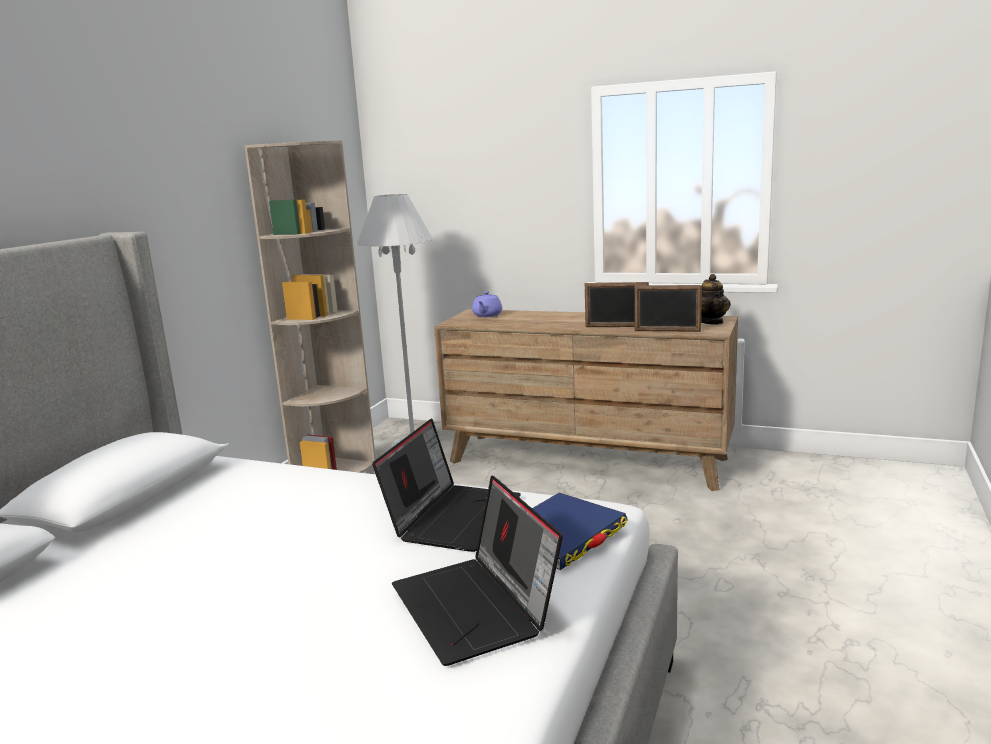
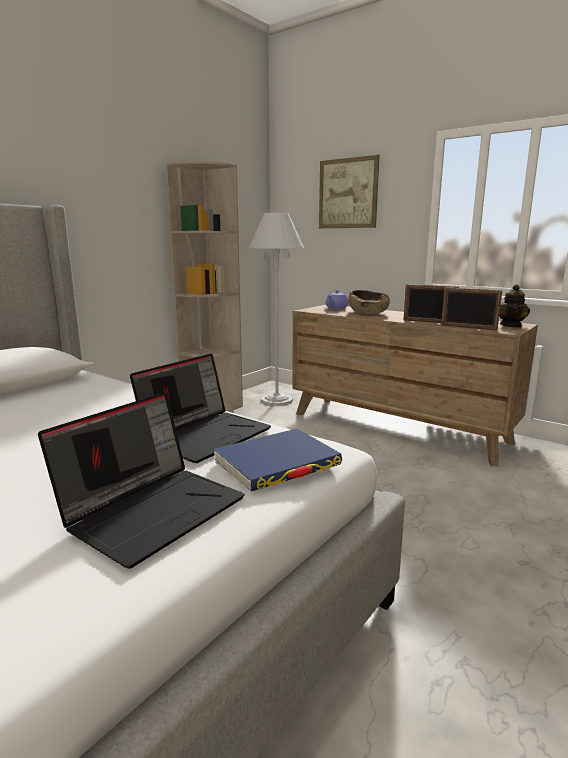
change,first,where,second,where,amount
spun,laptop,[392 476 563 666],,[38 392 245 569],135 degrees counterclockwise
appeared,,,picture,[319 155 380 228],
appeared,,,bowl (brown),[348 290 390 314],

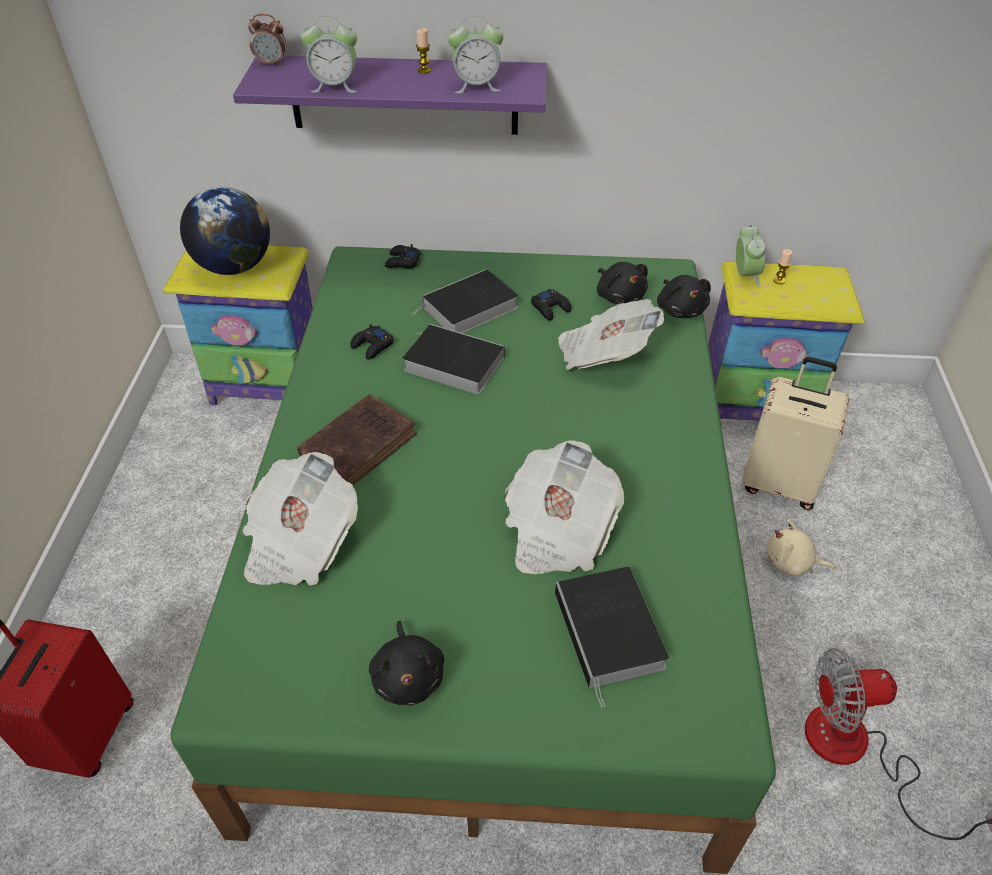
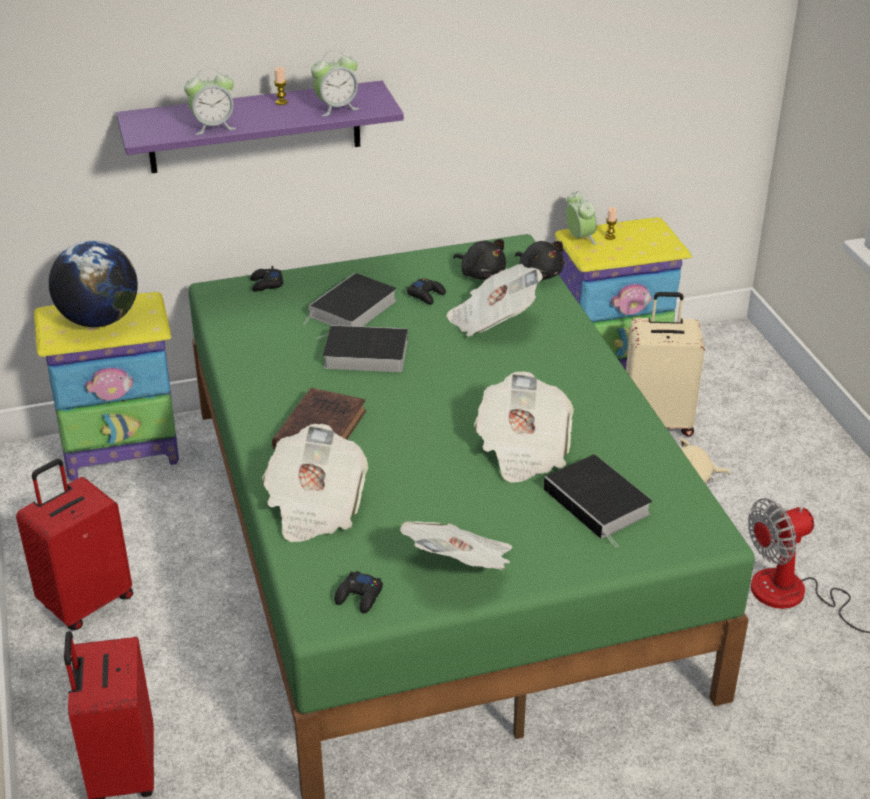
change,first,where,second,where,amount
appeared,,,suitcase (red),[16 459 133 630],
relocated,game controller (black),[350 324 394 360],,[334 571 383 613],
exchanged,plush toy (black),[369 621 444 706],newspaper,[400 521 512 570],
missing,alarm clock,[248 14 286 66],,,

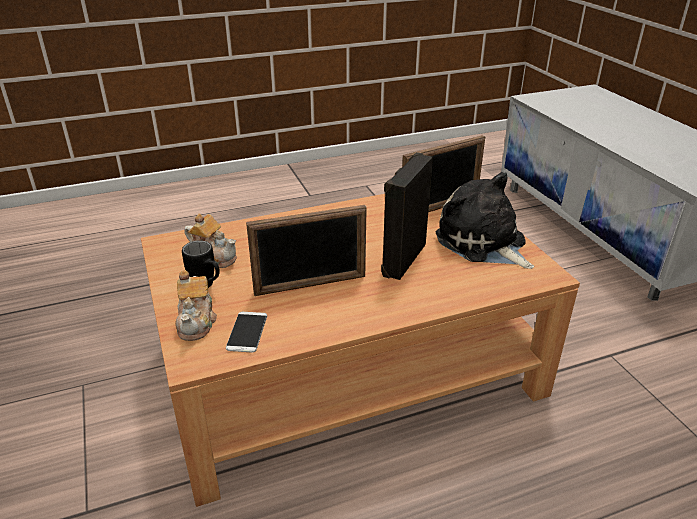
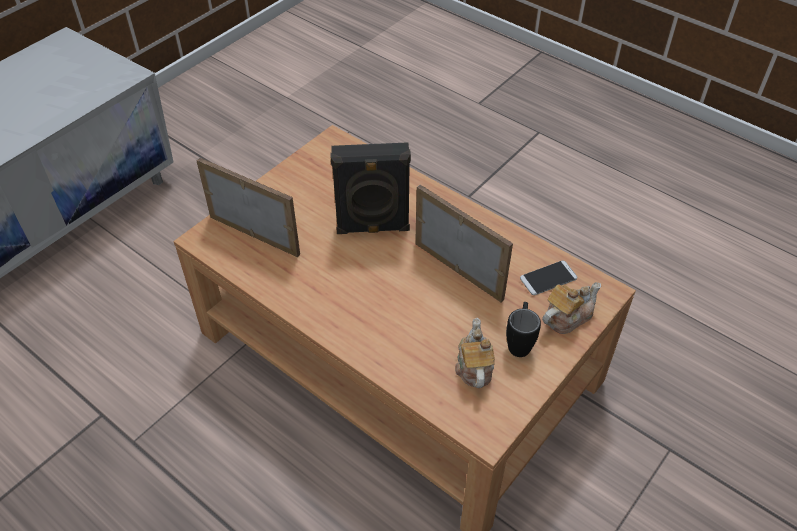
change,first,where,second,where,amount
missing,plush toy,[436 172 534 269],,,

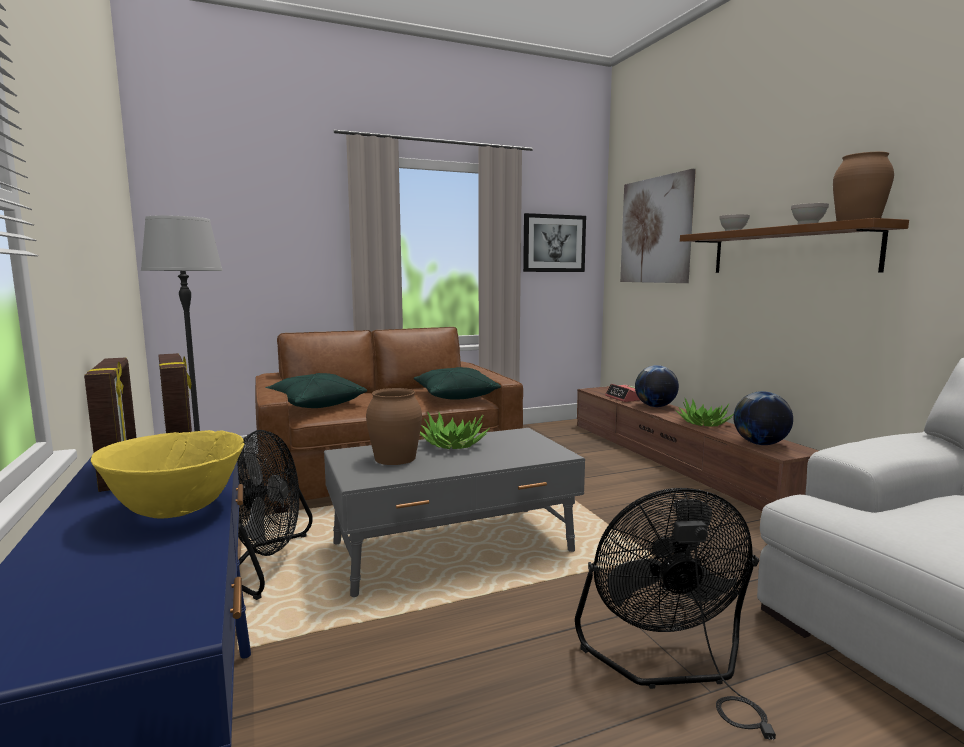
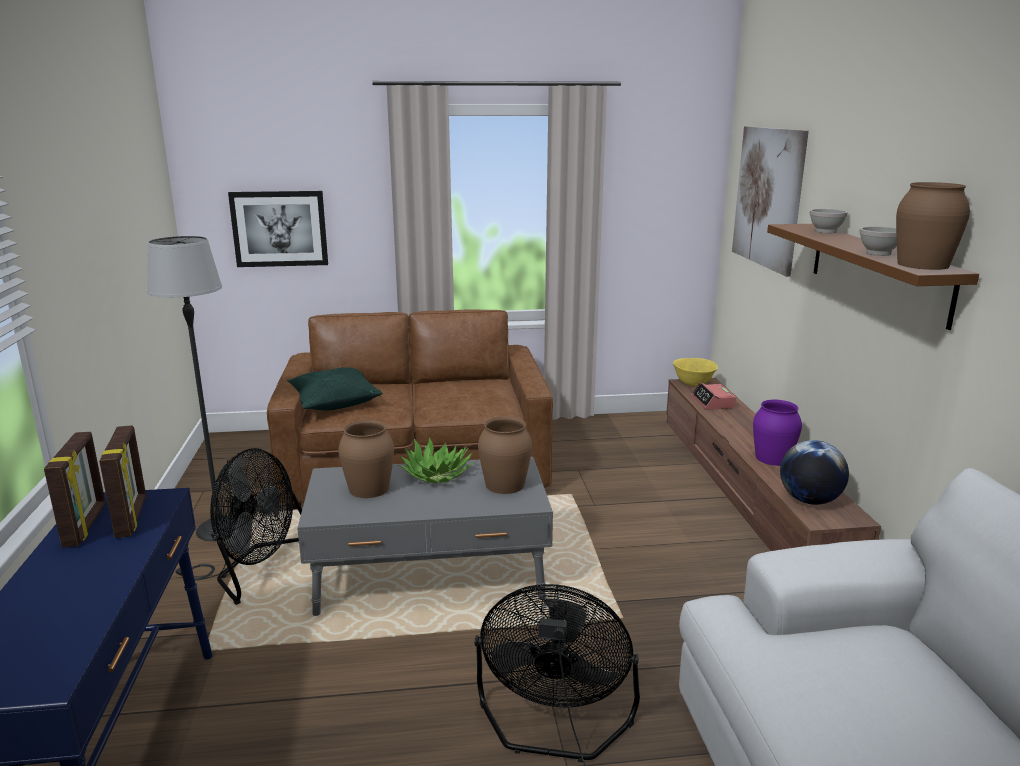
change,first,where,second,where,amount
relocated,picture,[523 213 586 272],,[228 191 328 267],
appeared,,,vase (brown),[478 416 532 494],
relocated,bowl (yellow),[91 430 245 519],,[673 358 718 387],
exchanged,potted plant,[676 399 734 427],vase (purple),[753 400 802 466],
missing,pillow (green),[414 367 501 400],,,
missing,globe,[635 365 679 407],,,

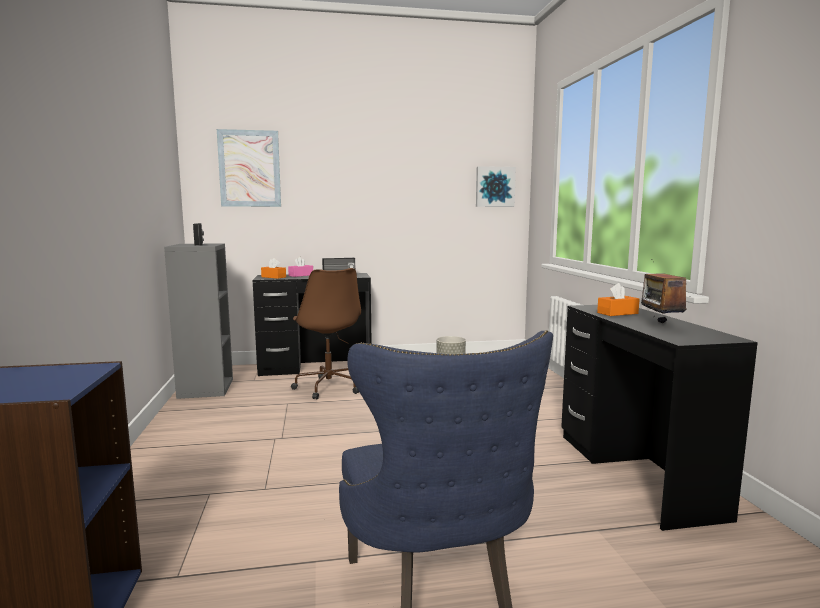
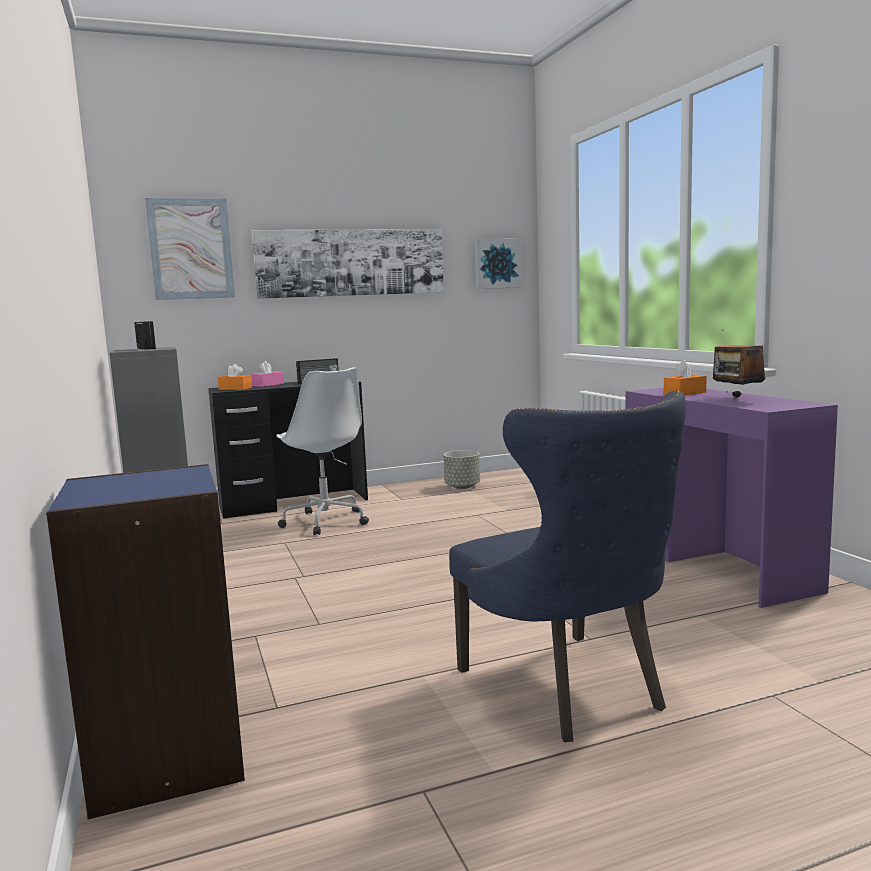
change,first,where,second,where,amount
appeared,,,picture,[252 229 444 299],
colour,office chair (brown),[291 268 361 399],office chair (white),[276 367 369 535],
colour,desk (black),[561 305 758 531],desk (purple),[625 388 838 608],

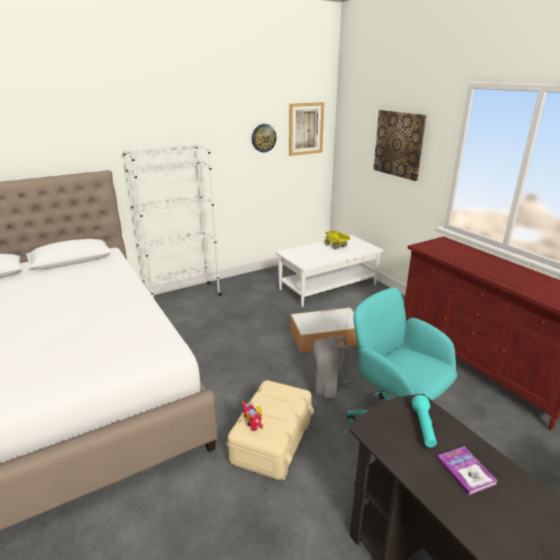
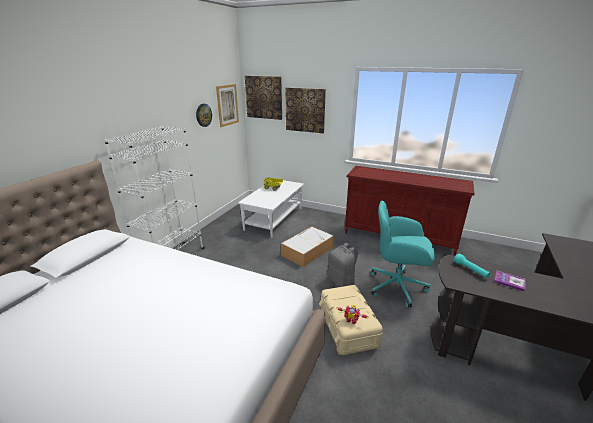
change,first,where,second,where,amount
appeared,,,picture,[245 76 282 120],

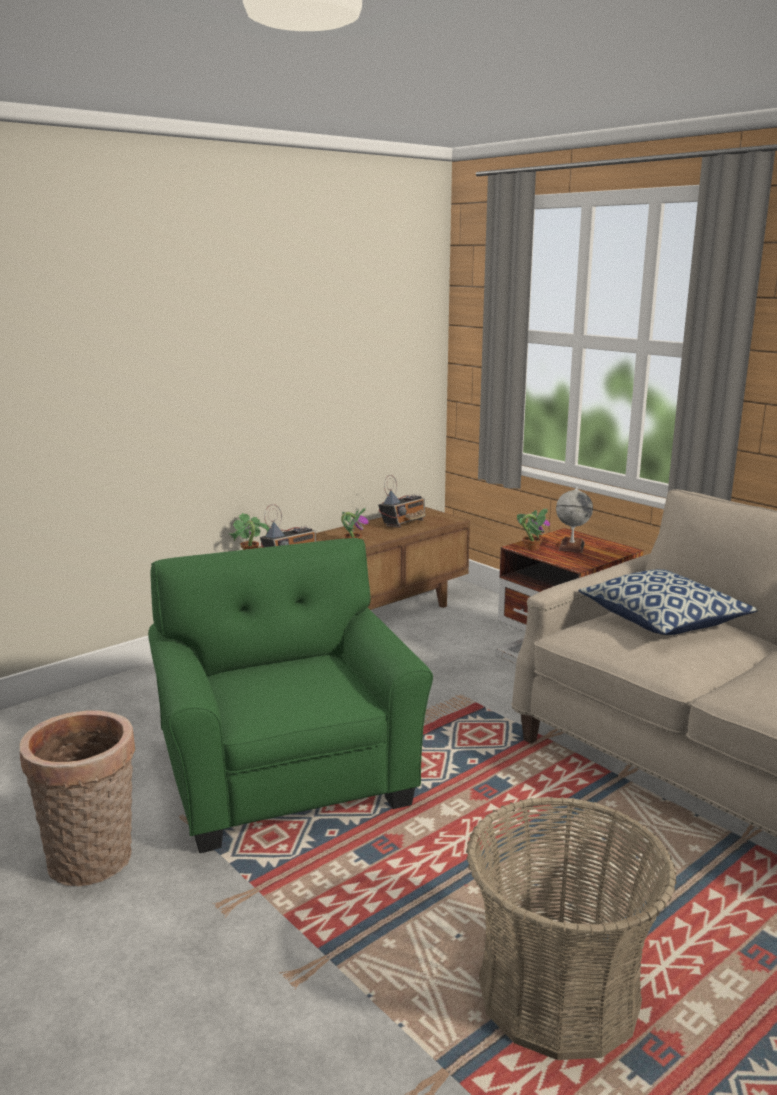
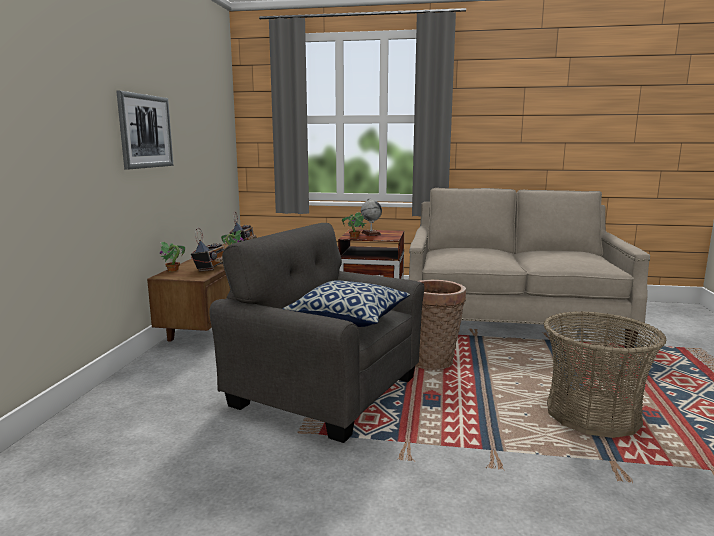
change,first,where,second,where,amount
appeared,,,picture,[116 91 174 169],
colour,armchair (green),[148 538 433 853],armchair (grey),[209 223 425 443],
relocated,pillow,[579 569 758 635],,[283 280 410 327],
relocated,basket,[20 711 135 886],,[415 280 466 370],

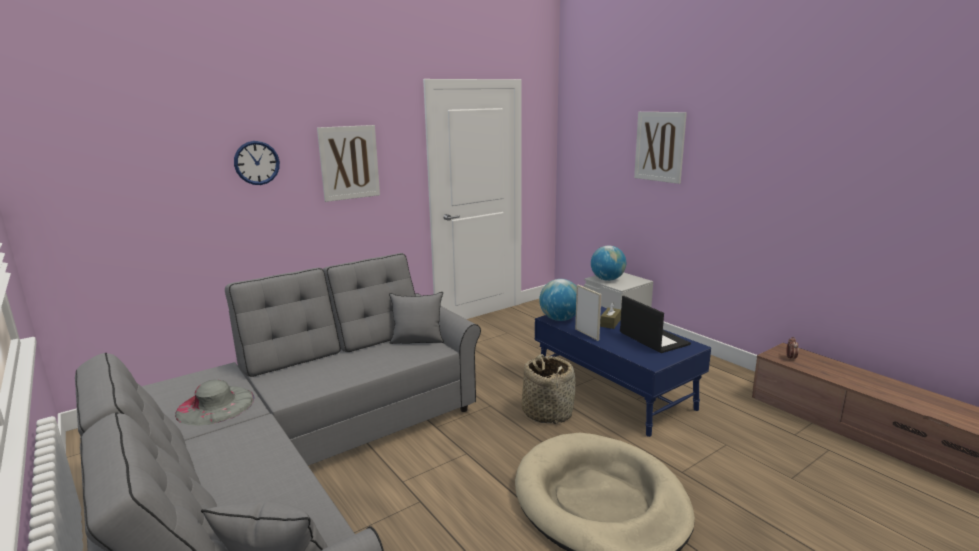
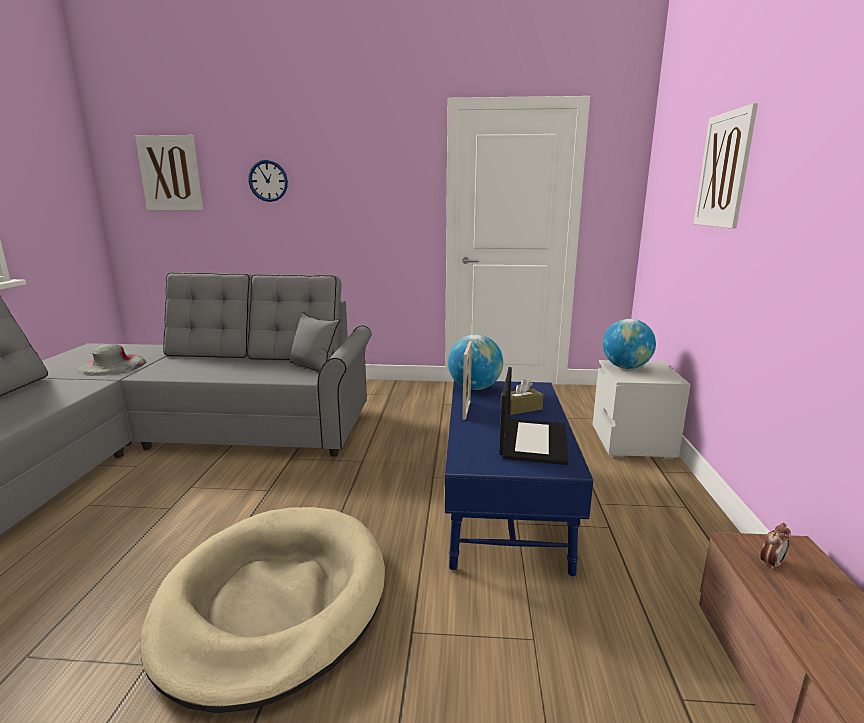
change,first,where,second,where,amount
relocated,picture,[317 125 380 202],,[135 135 203 210],
missing,basket,[522 354 575 424],,,

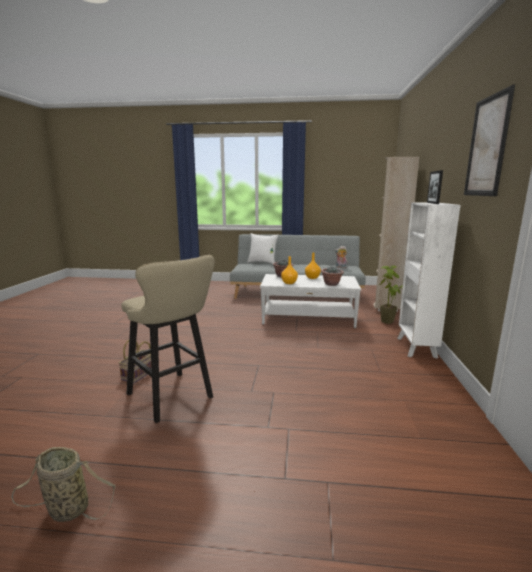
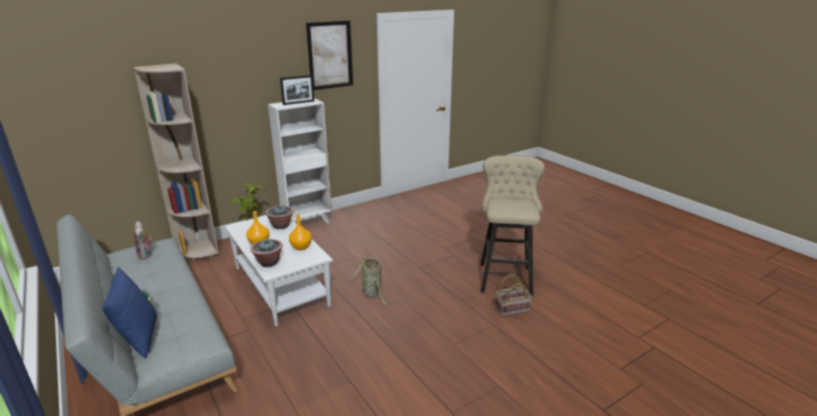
change,first,where,second,where,amount
colour,pillow (white),[247 233 278 264],pillow (blue),[103 267 157 358],
relocated,basket,[12 447 115 522],,[351 257 388 306],

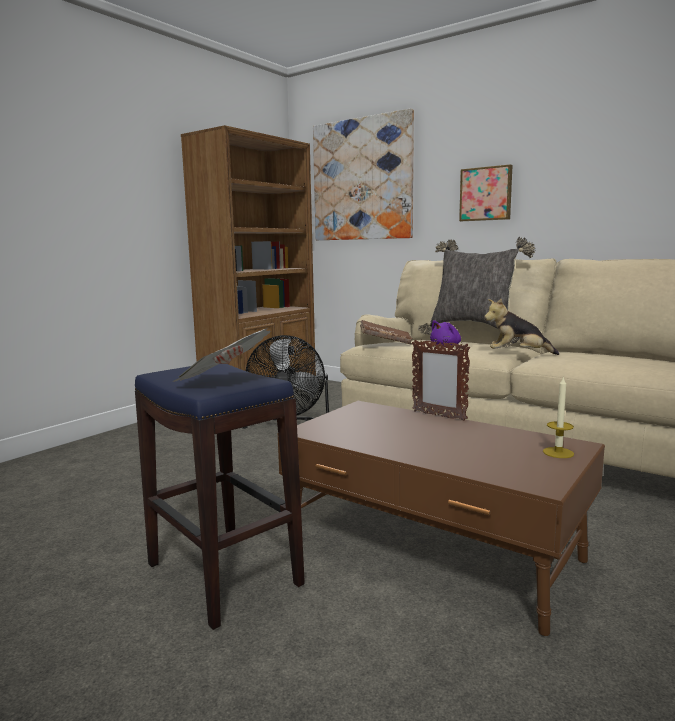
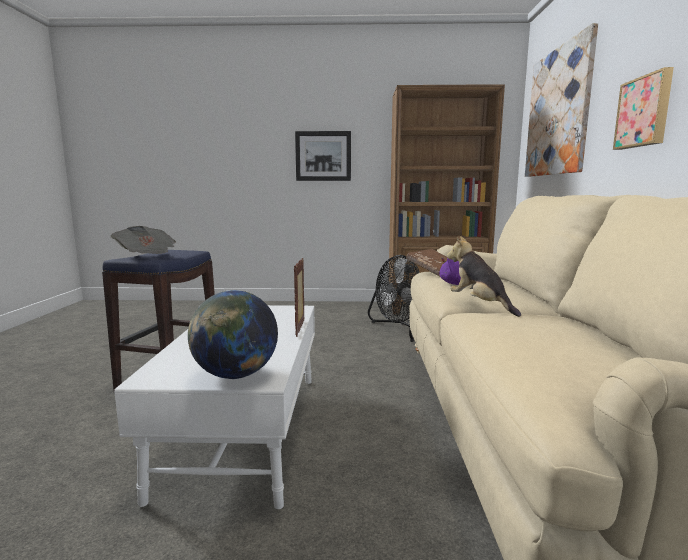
change,first,where,second,where,amount
colour,coffee table (brown),[277 401 605 636],coffee table (white),[114 305 315 509],
exchanged,candle,[543 376 574 458],globe,[188 290 278 379],
appeared,,,picture,[295 131 351 181],
missing,pillow,[418 237 536 347],,,

